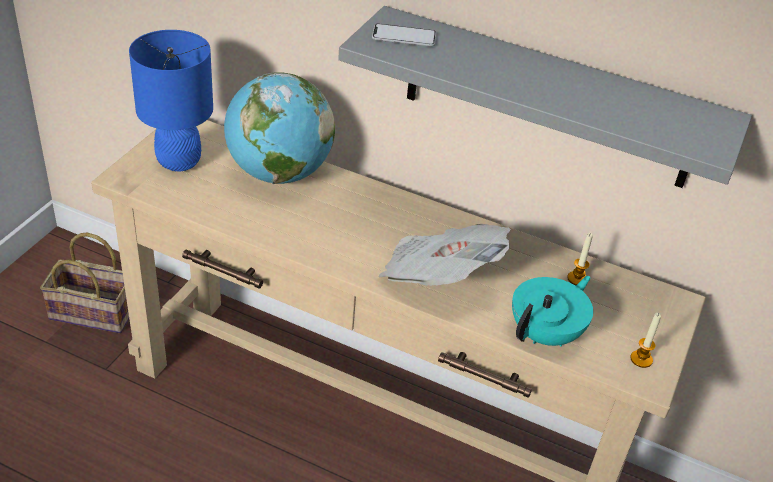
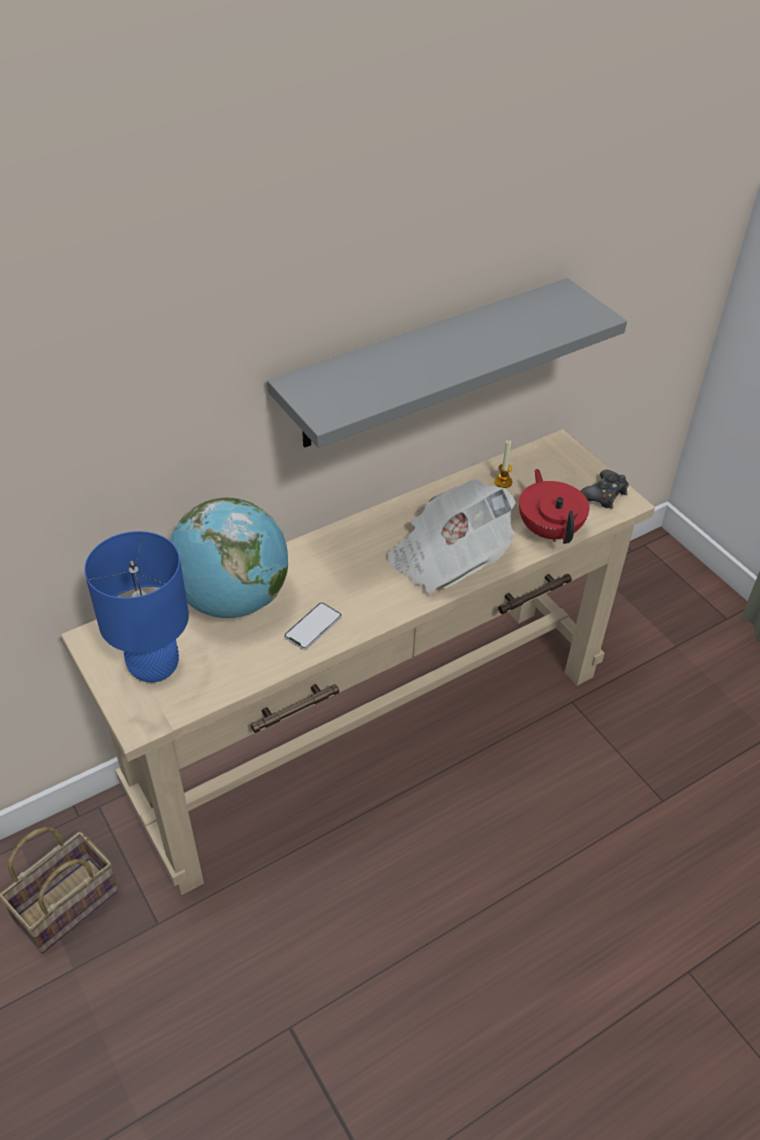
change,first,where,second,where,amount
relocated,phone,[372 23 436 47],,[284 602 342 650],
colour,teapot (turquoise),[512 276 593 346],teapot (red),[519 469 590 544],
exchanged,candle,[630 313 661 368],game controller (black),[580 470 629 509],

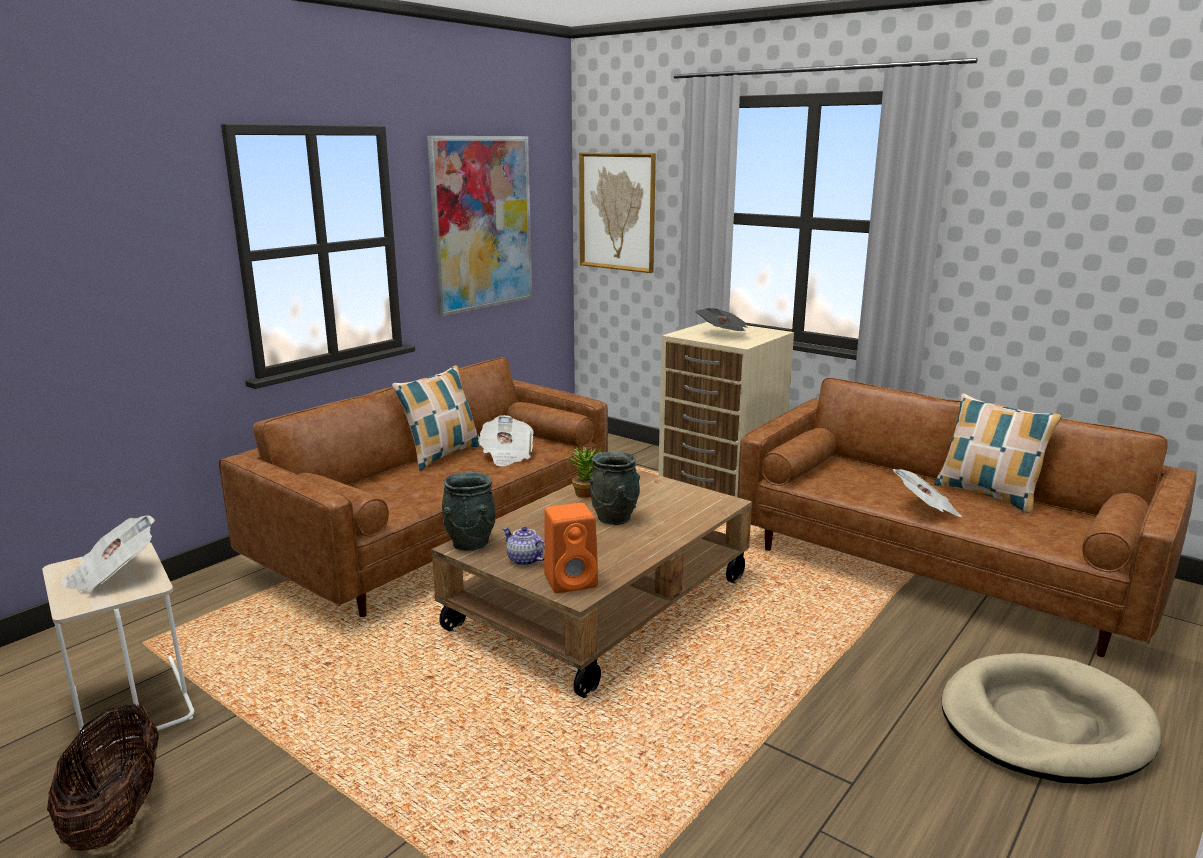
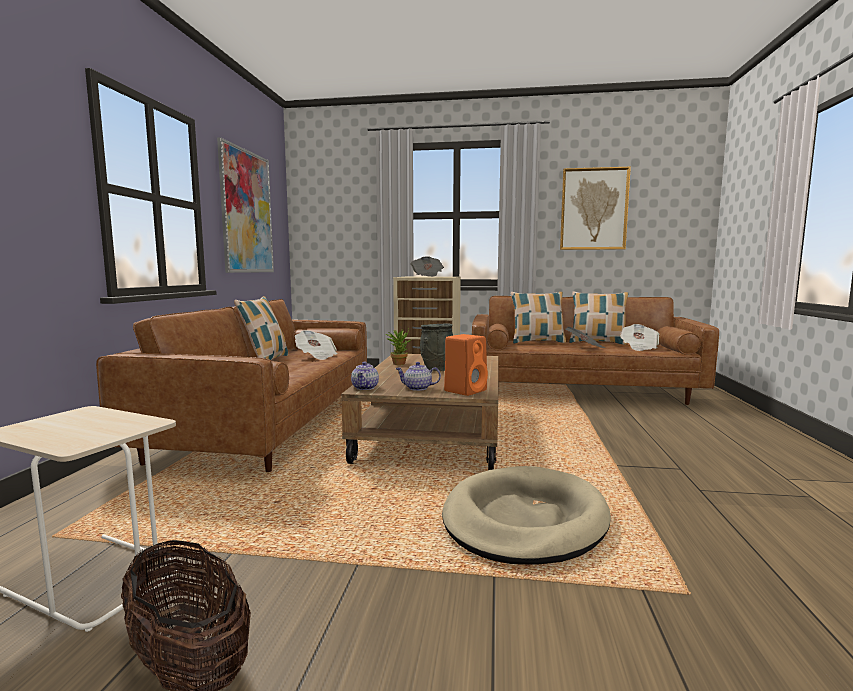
change,first,where,second,where,amount
exchanged,vase (grey),[442 472 496 551],teapot,[351 361 379 390],
relocated,dog bed (beige),[941 653 1161 784],,[442 466 611 565],
appeared,,,pillow,[511 292 566 344],
relocated,picture,[579 153 656 273],,[560 167 631 250],
relocated,newspaper,[61 515 155 592],,[620 324 659 351],

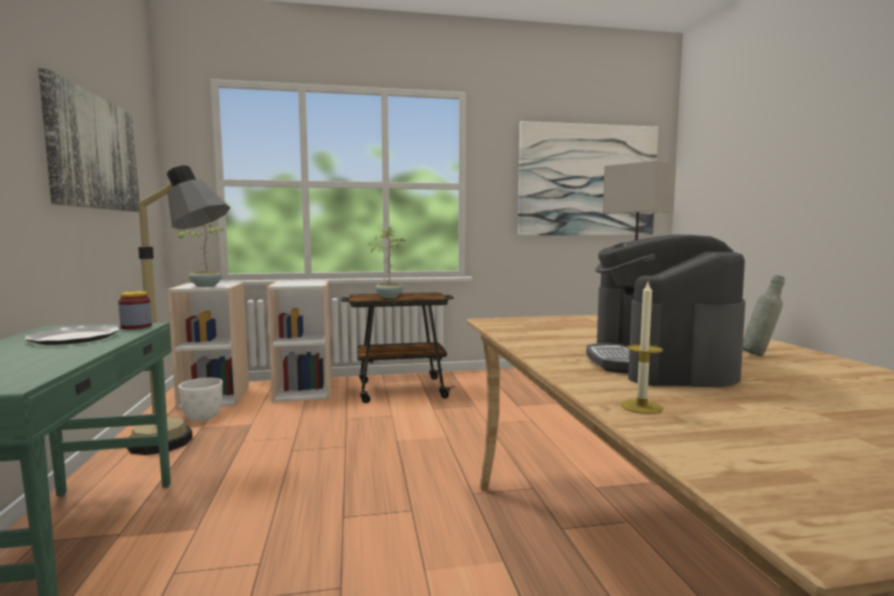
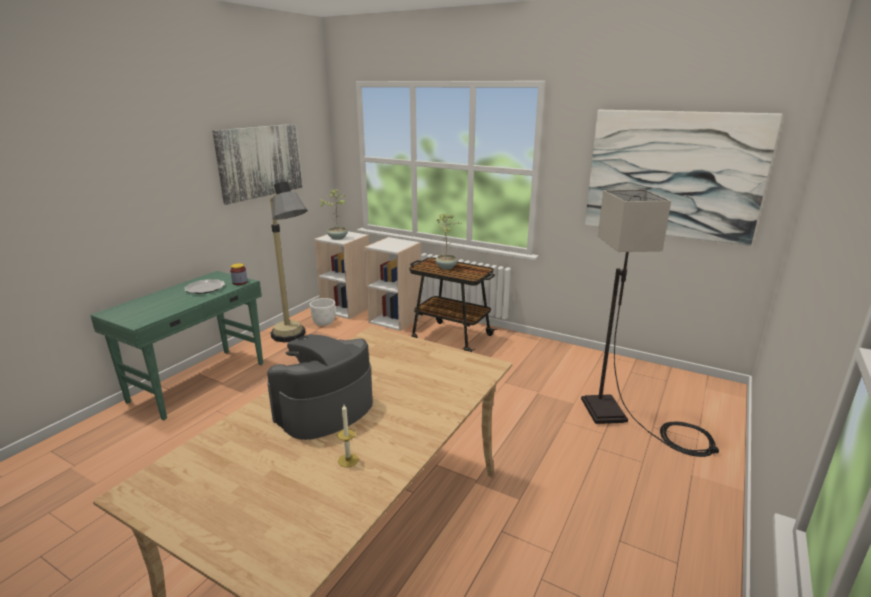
change,first,where,second,where,amount
relocated,candle,[621 282 663 414],,[337 405 359 467],
missing,bottle (grey),[743 275 785 356],,,

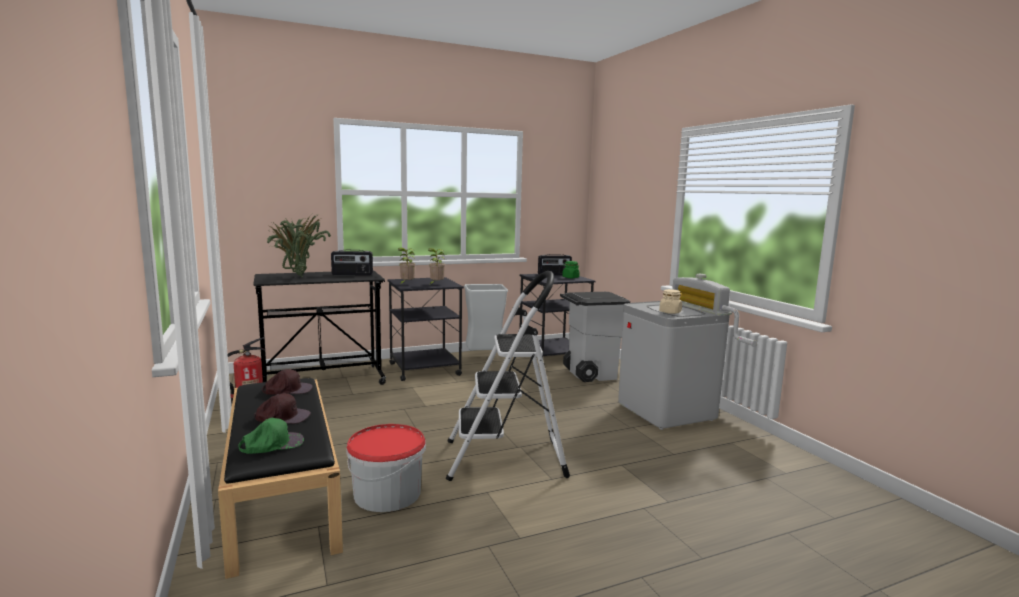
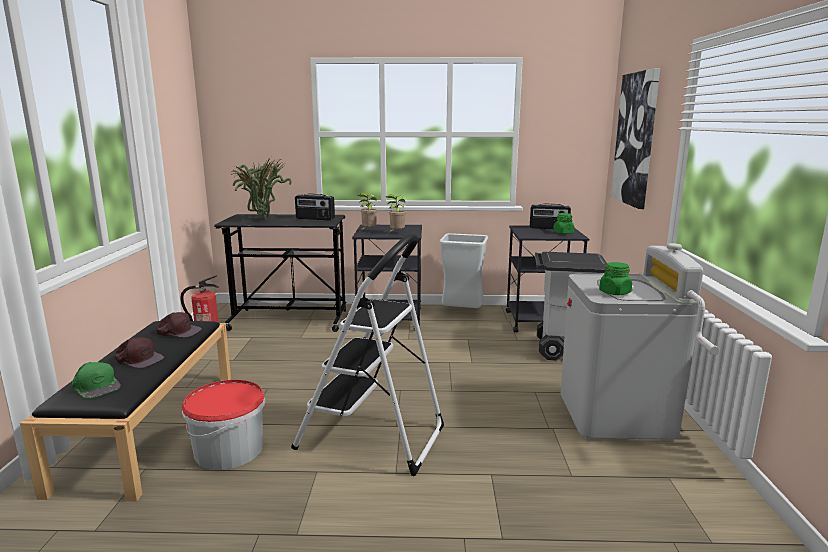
change,first,where,second,where,amount
spun,cap (green),[238 418 304 454],,[72 362 121 399],45 degrees clockwise
colour,jar (beige),[659 289 682 314],jar (green),[599 262 632 295],
appeared,,,picture,[611 68 660 209],

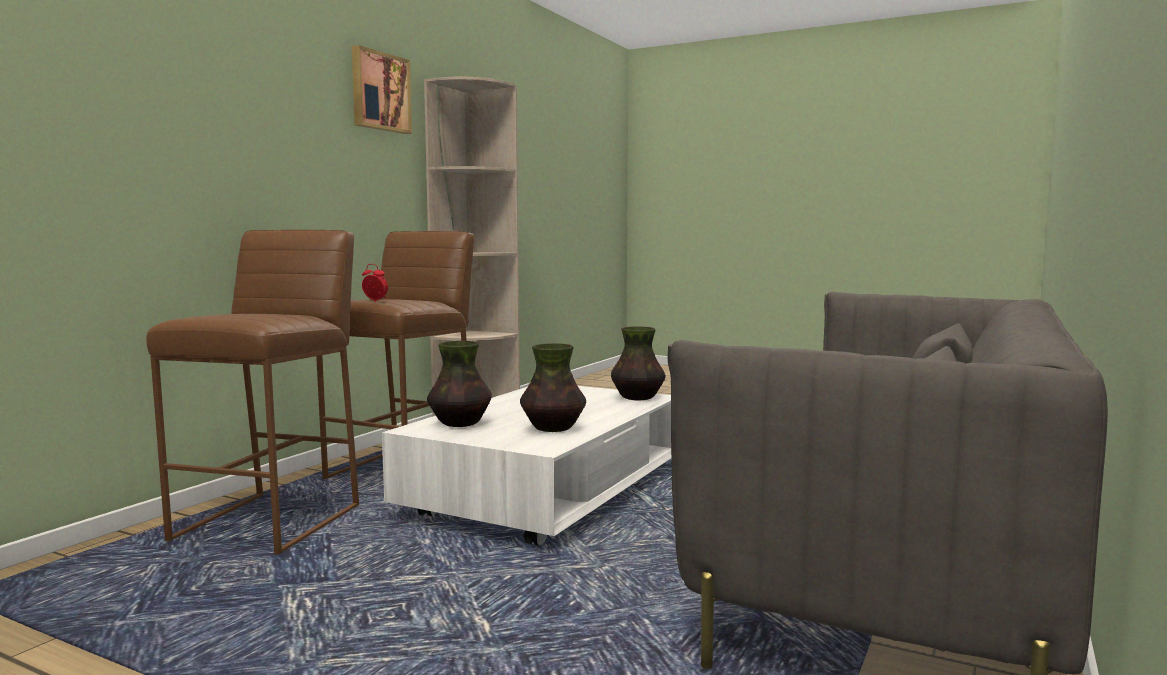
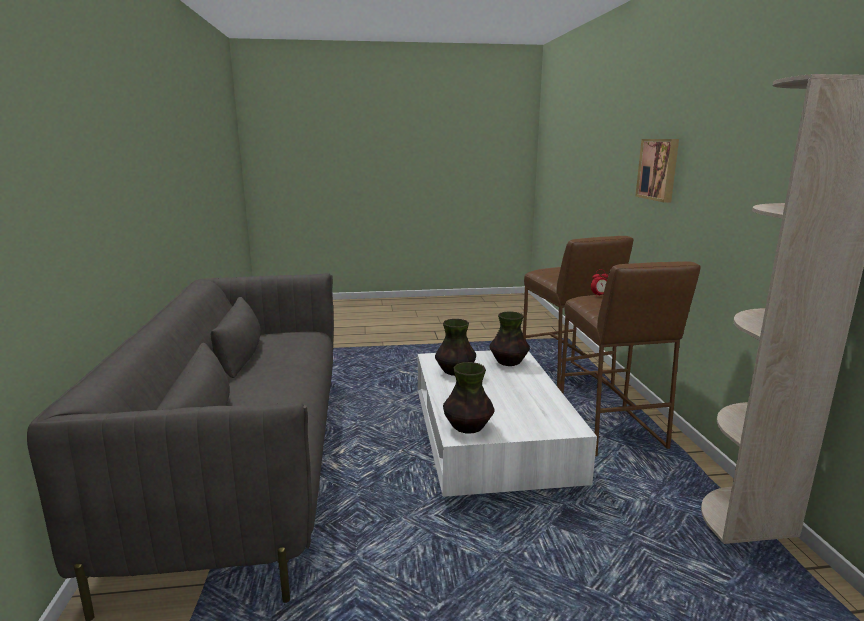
change,first,where,second,where,amount
relocated,picture,[352 45 412 134],,[635 139 679 203],

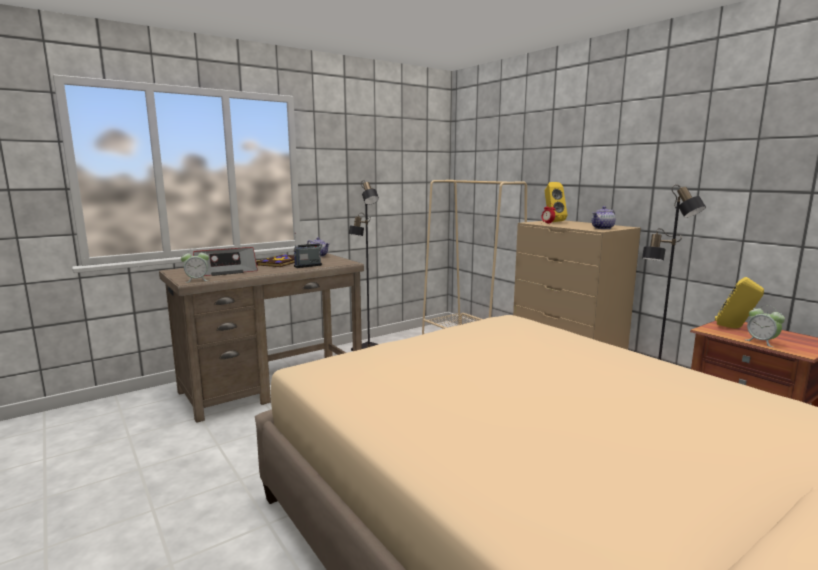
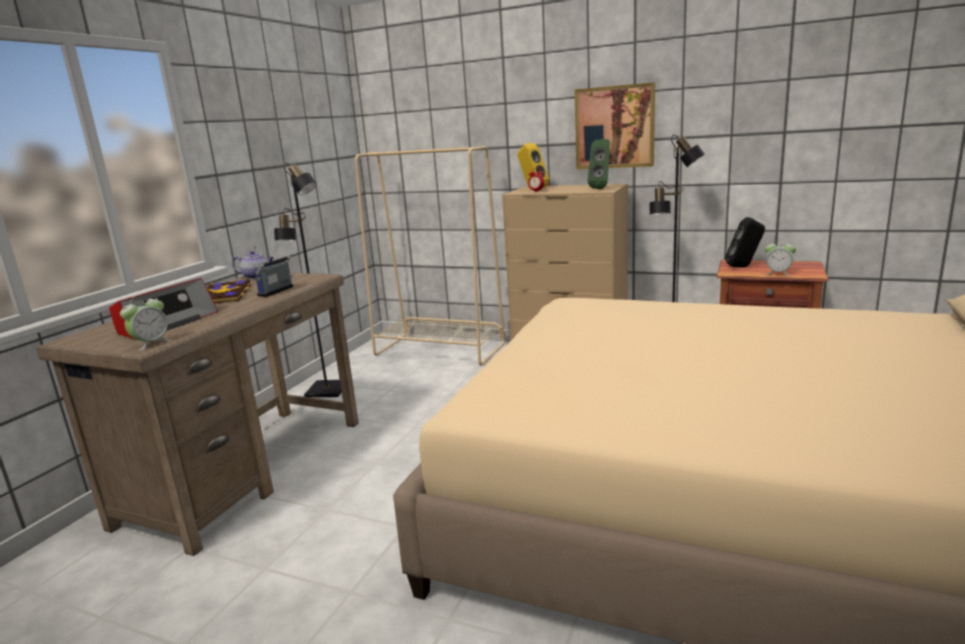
change,first,where,second,where,amount
appeared,,,picture,[575 82 655 169],
exchanged,teapot,[592 206 616 229],speaker (green),[588 139 610 189],
colour,speaker (yellow),[715 277 764 329],speaker (black),[725 217 765 267],

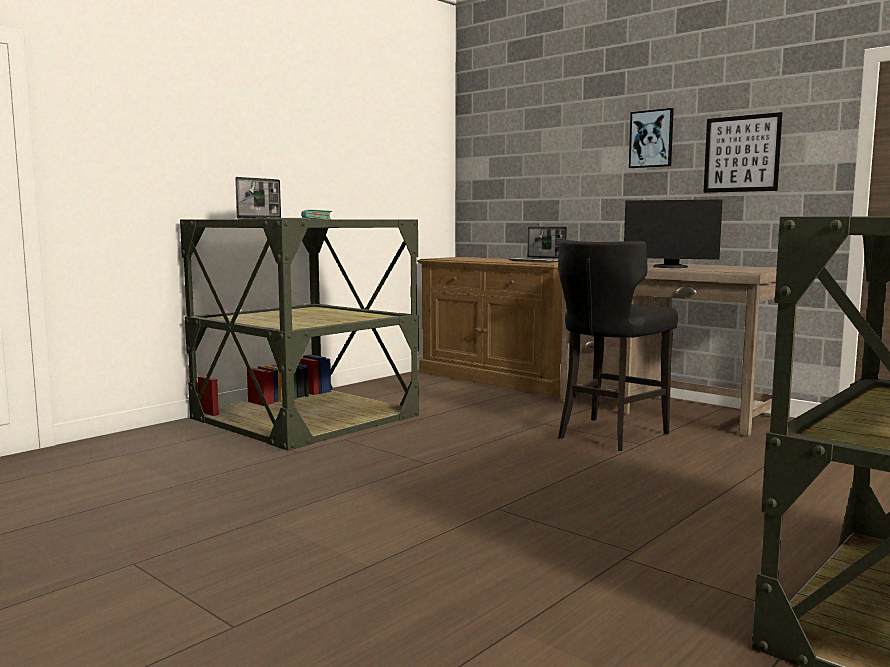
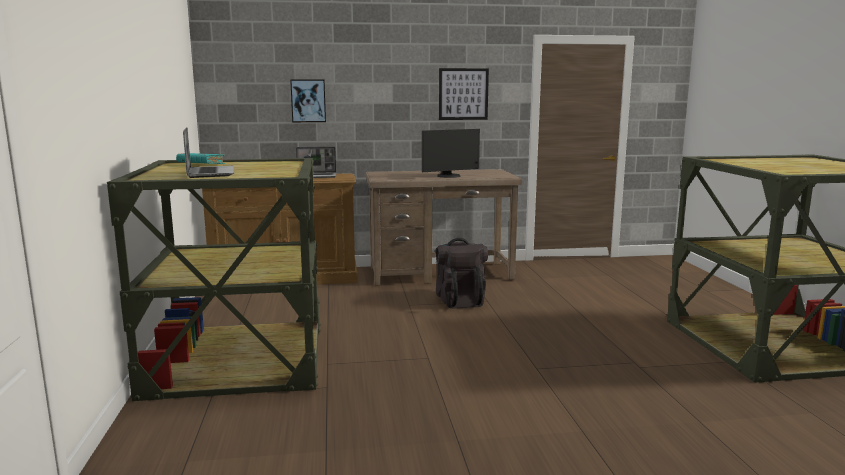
change,first,where,second,where,amount
relocated,picture,[629 108 674 168],,[290 79 326 122],
exchanged,stool (black),[558 240 678 451],backpack (black),[435 238 488 309],

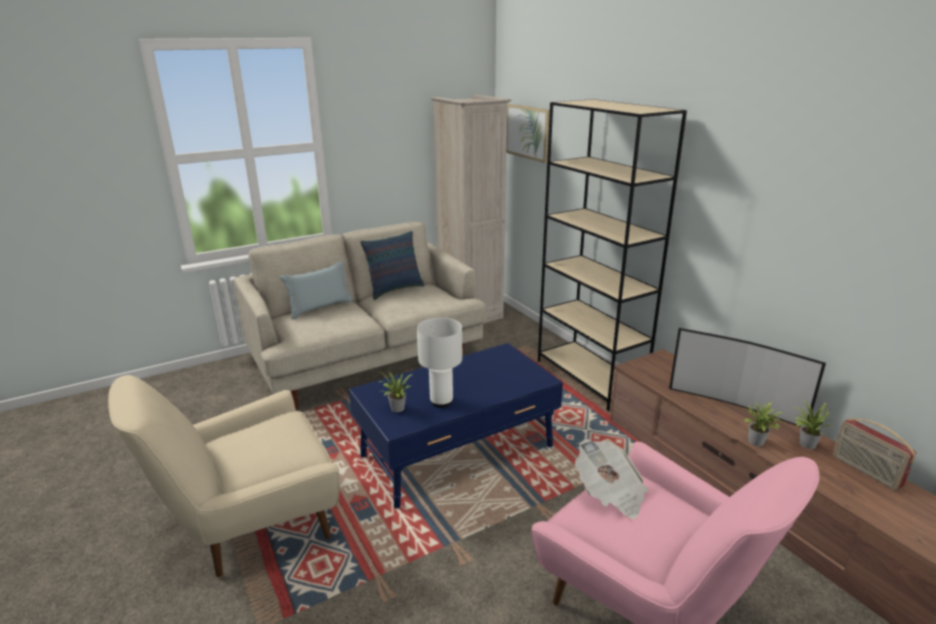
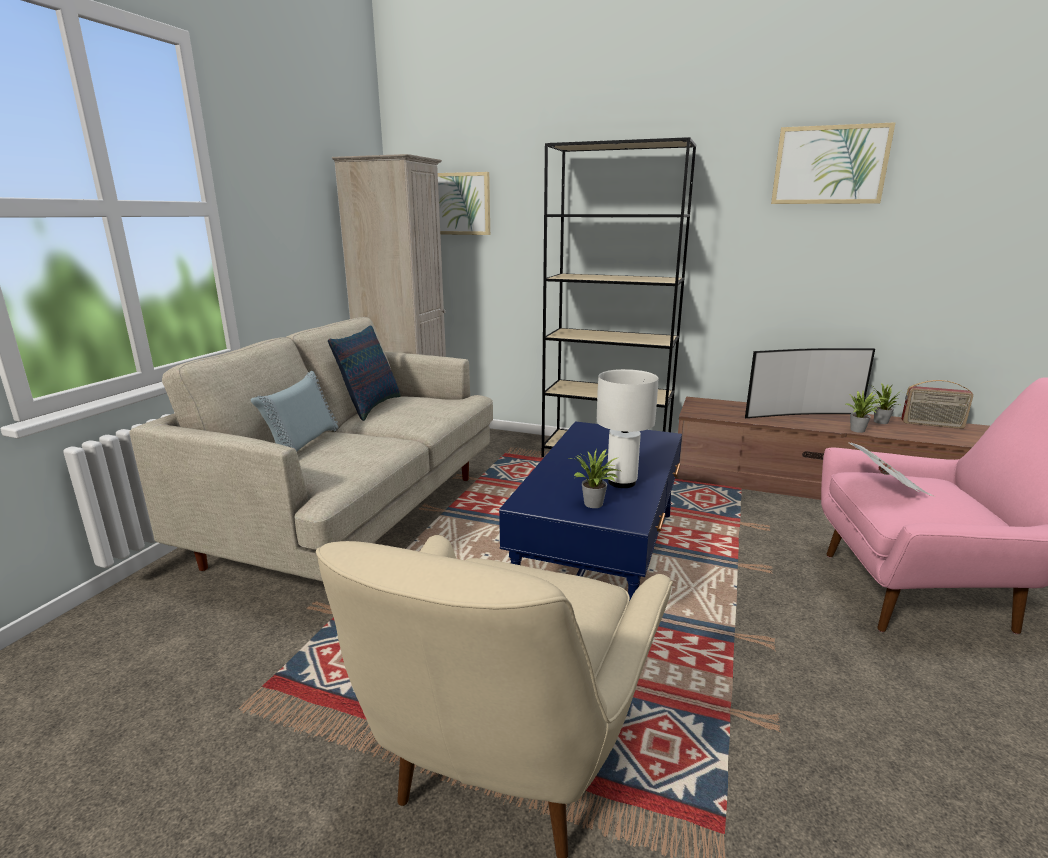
change,first,where,second,where,amount
appeared,,,picture,[771 122 896 204],

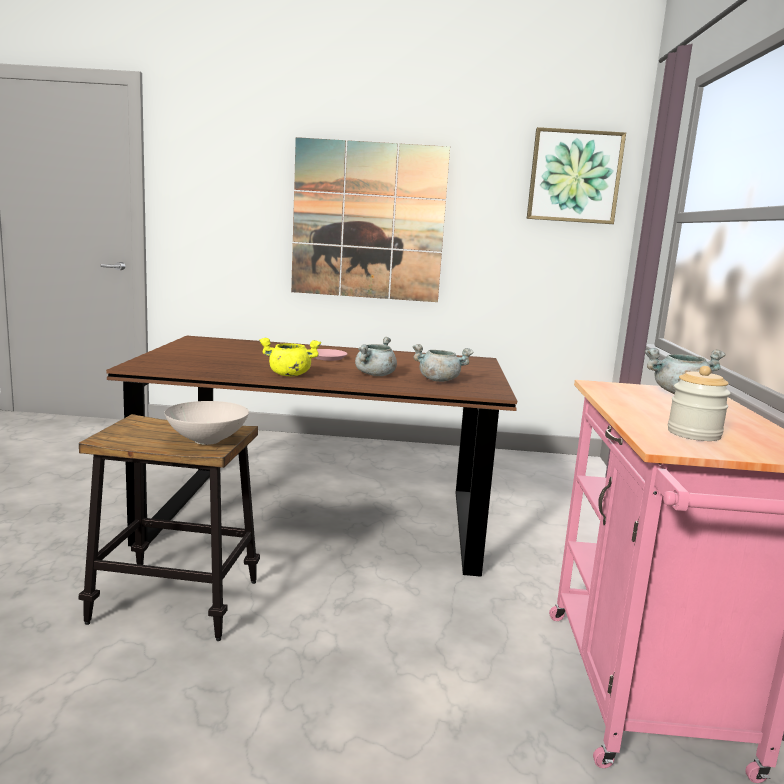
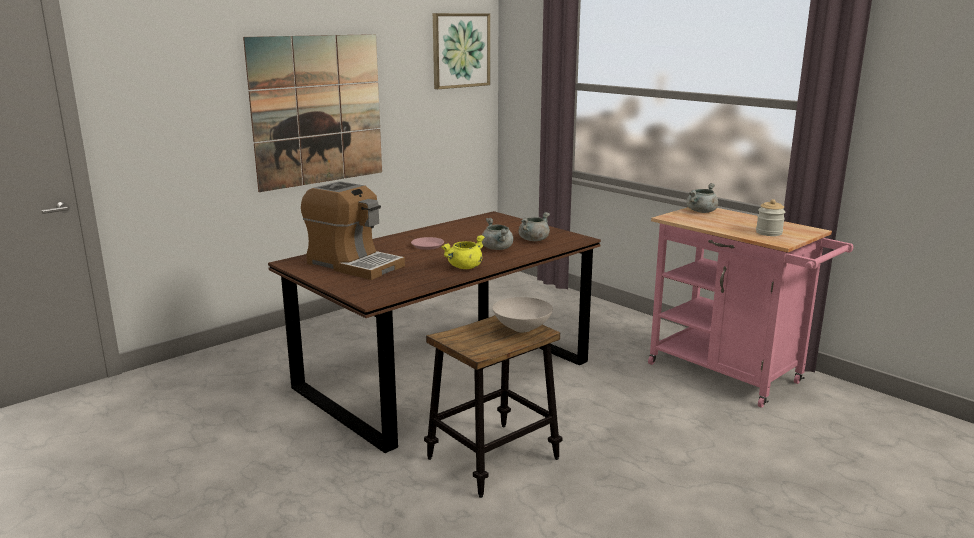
change,first,where,second,where,amount
appeared,,,coffee machine,[301 181 405 280],

